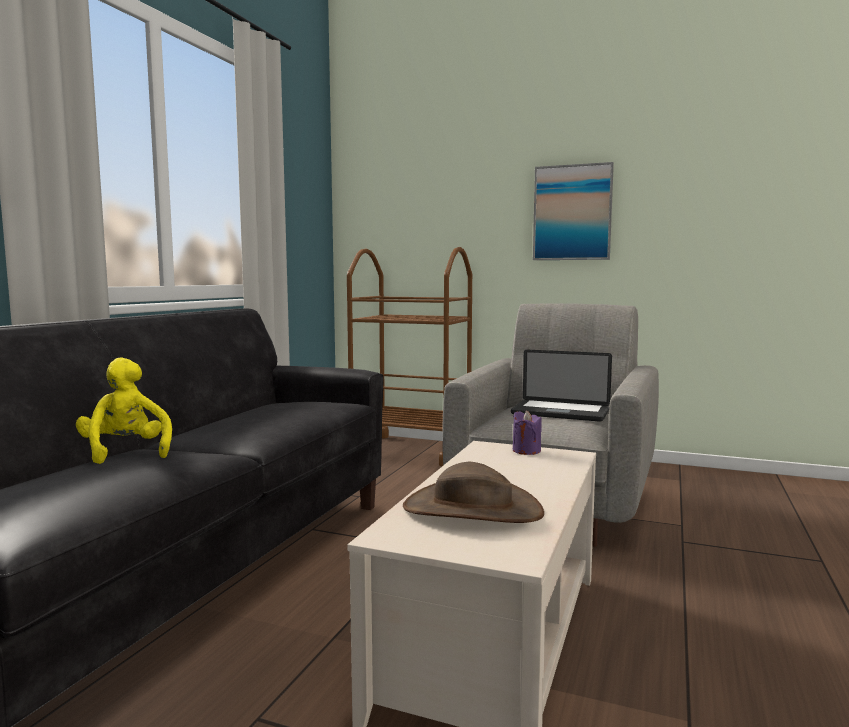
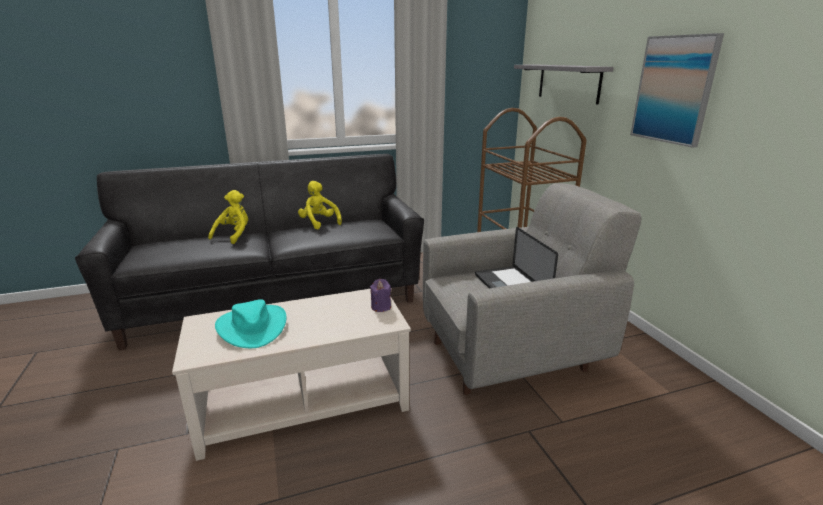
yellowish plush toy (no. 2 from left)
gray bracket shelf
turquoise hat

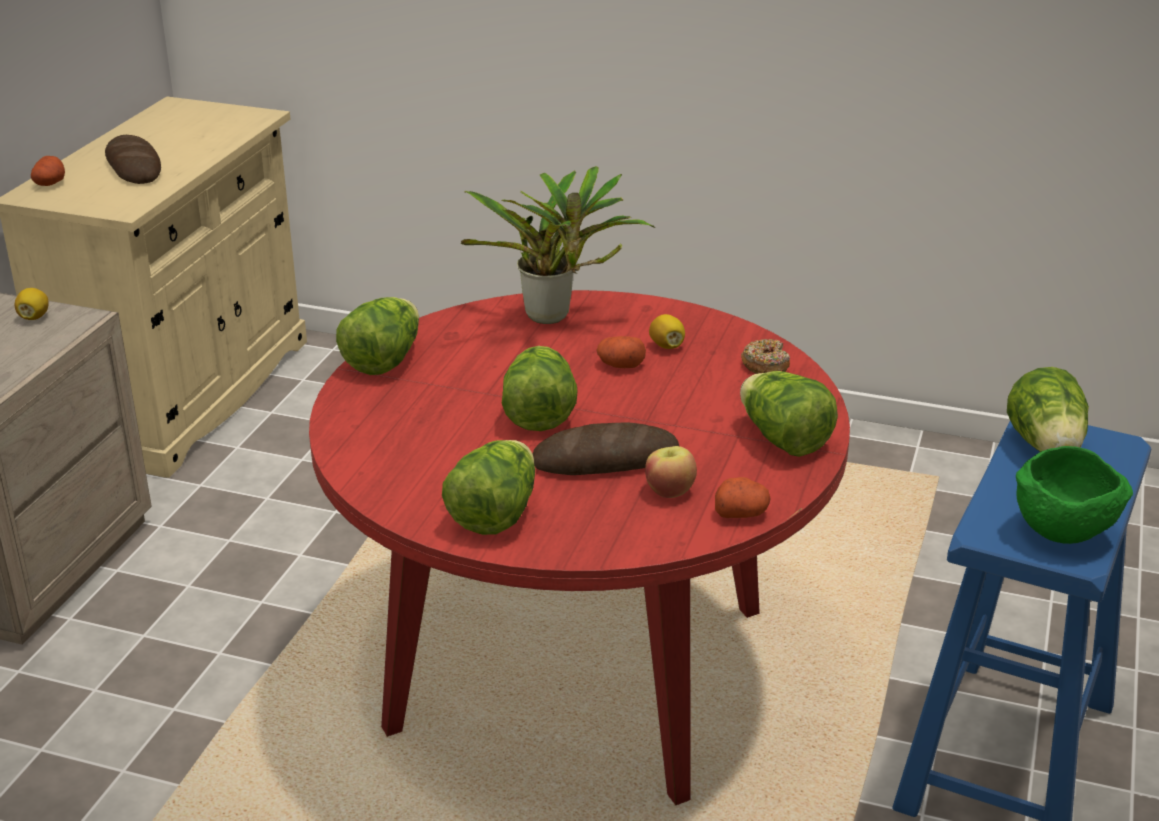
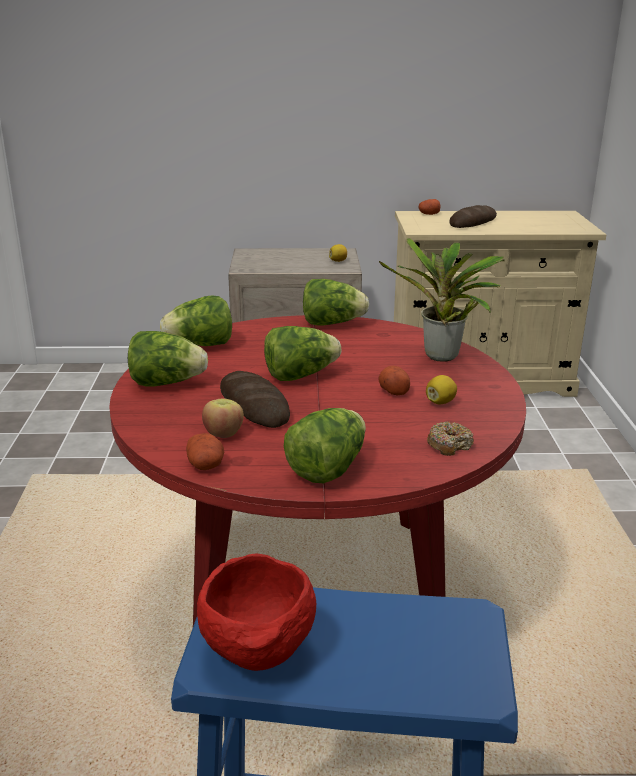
lettuce (no. 2 from left)
red bowl

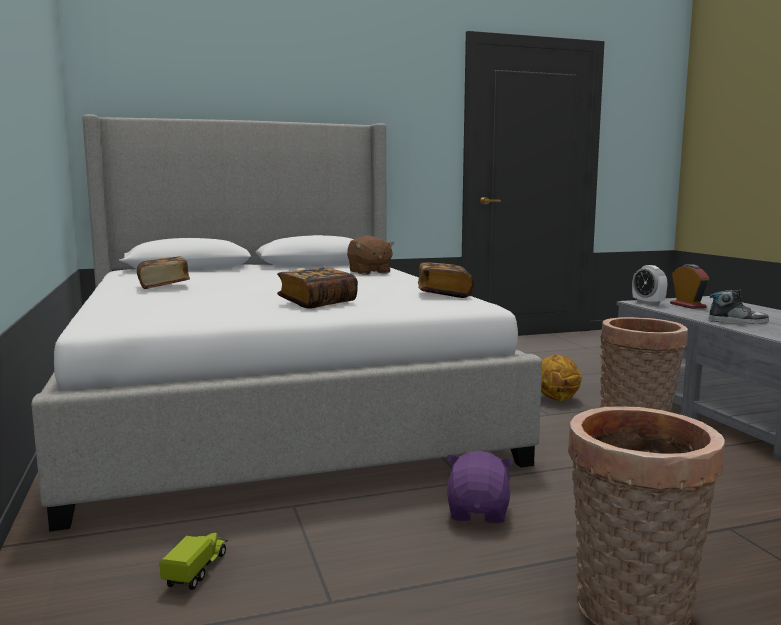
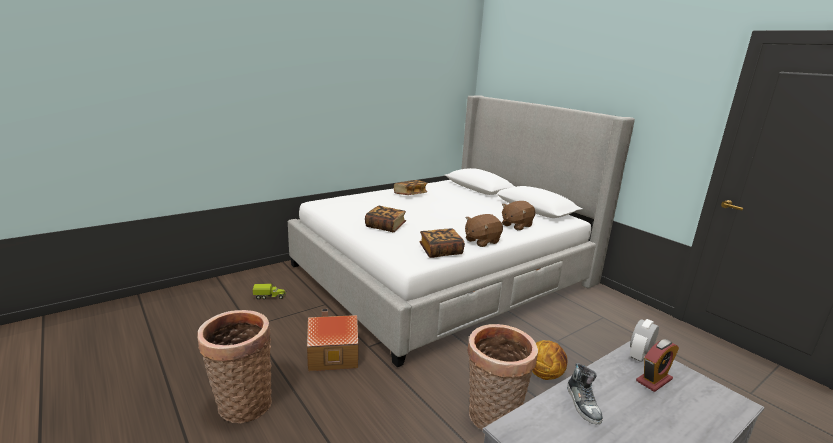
brown-coloured plush toy (no. 1 from left)
miniature house

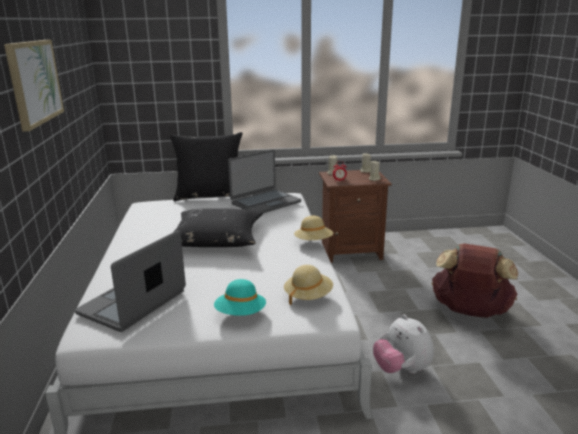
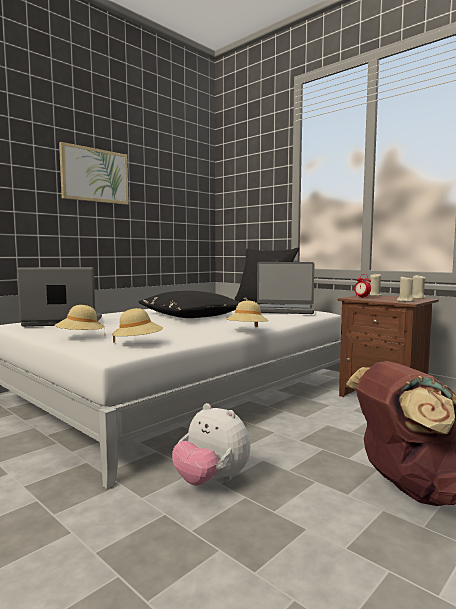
beige-coloured hat (no. 1 from left)
plush toy

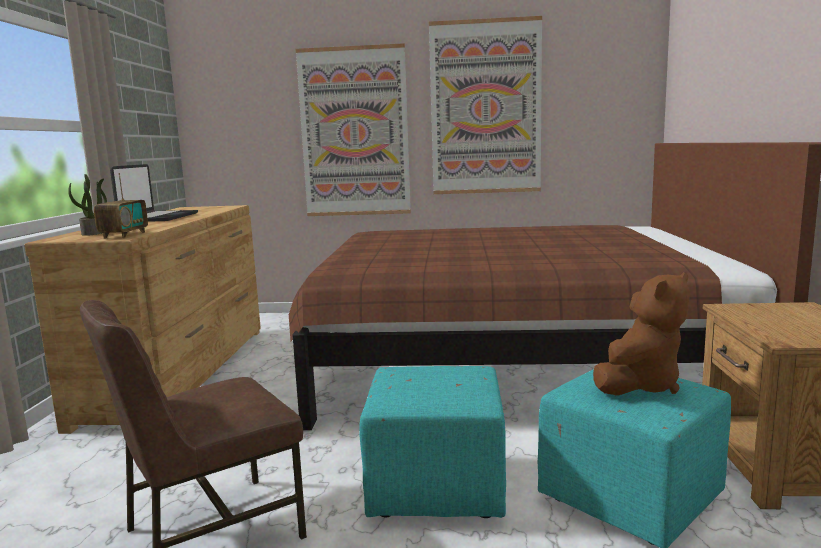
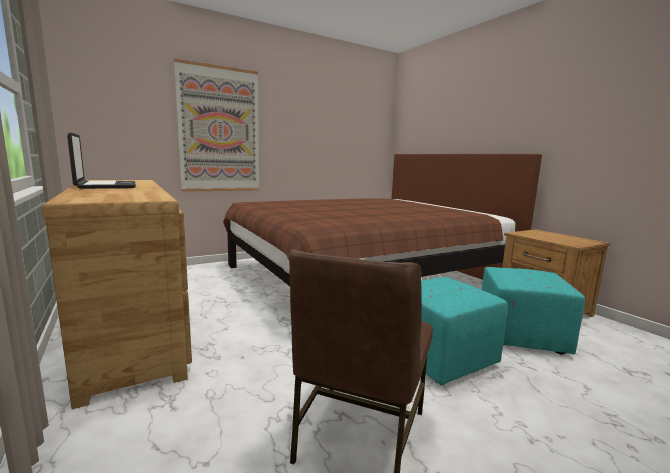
potted plant
radio
picture (no. 2 from left in the first image)
brown-coloured plush toy

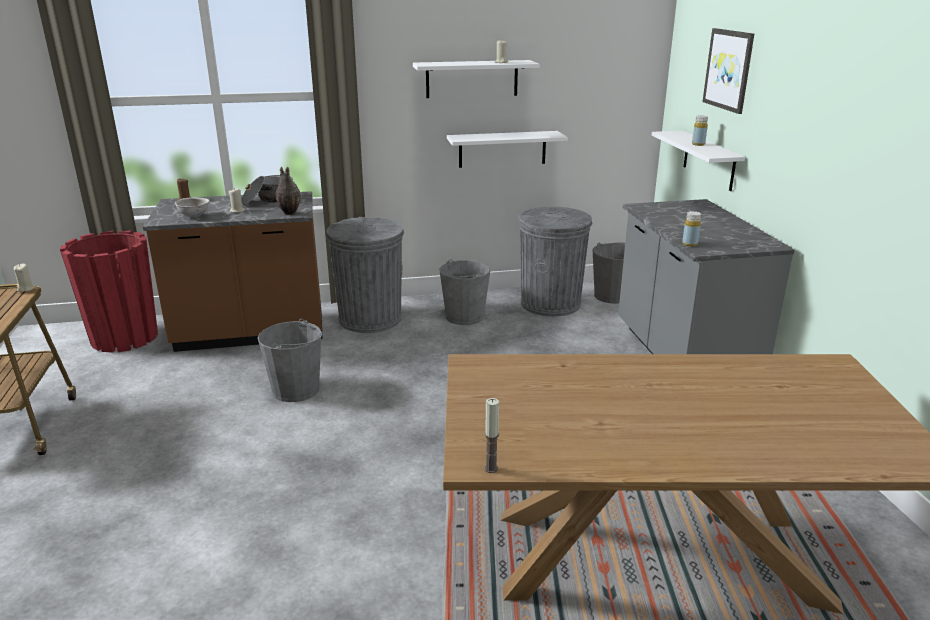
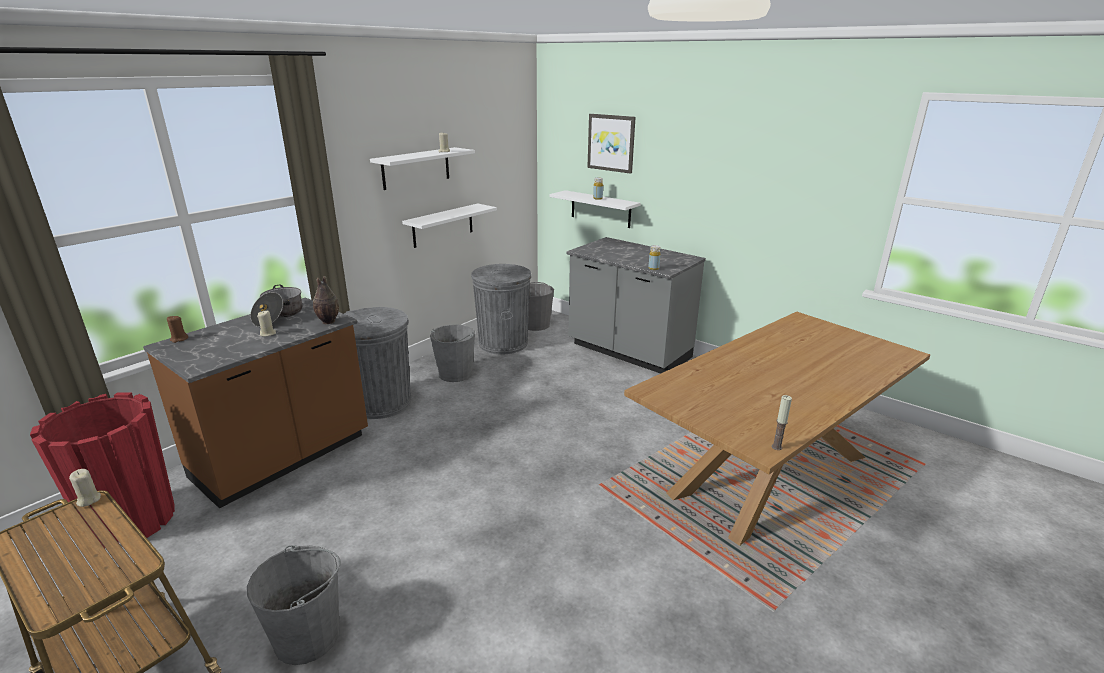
gray bowl
gray bucket (no. 1 from left)

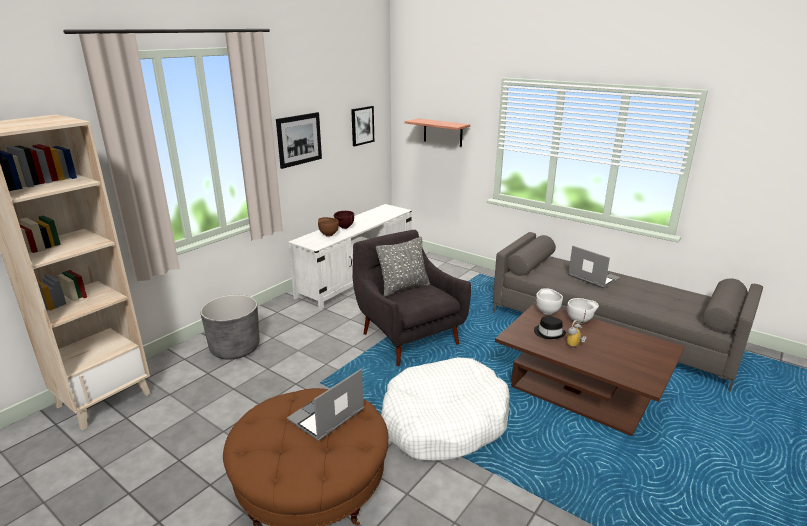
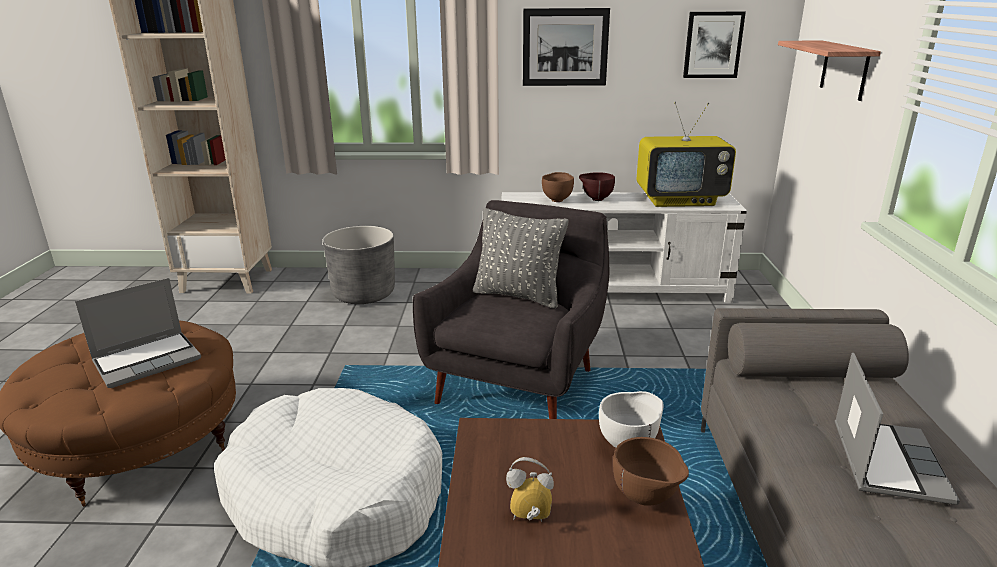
black hat
television
brown-coloured bowl (no. 3 from left)
laptop (no. 1 from left)

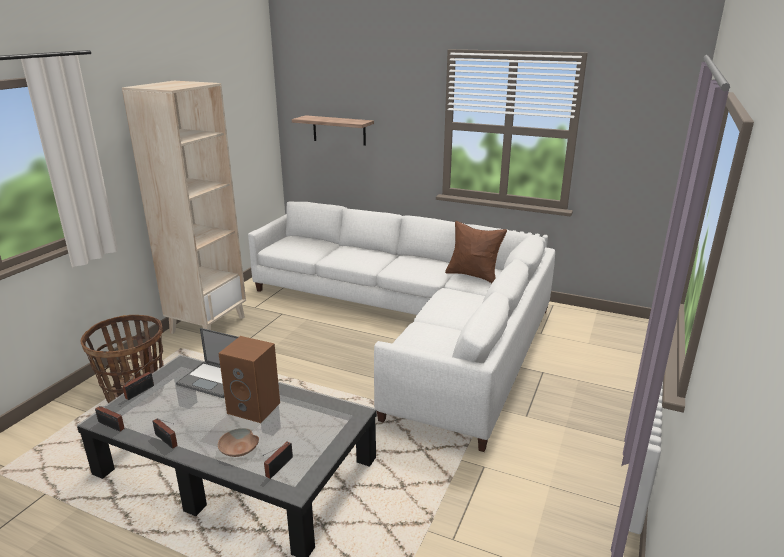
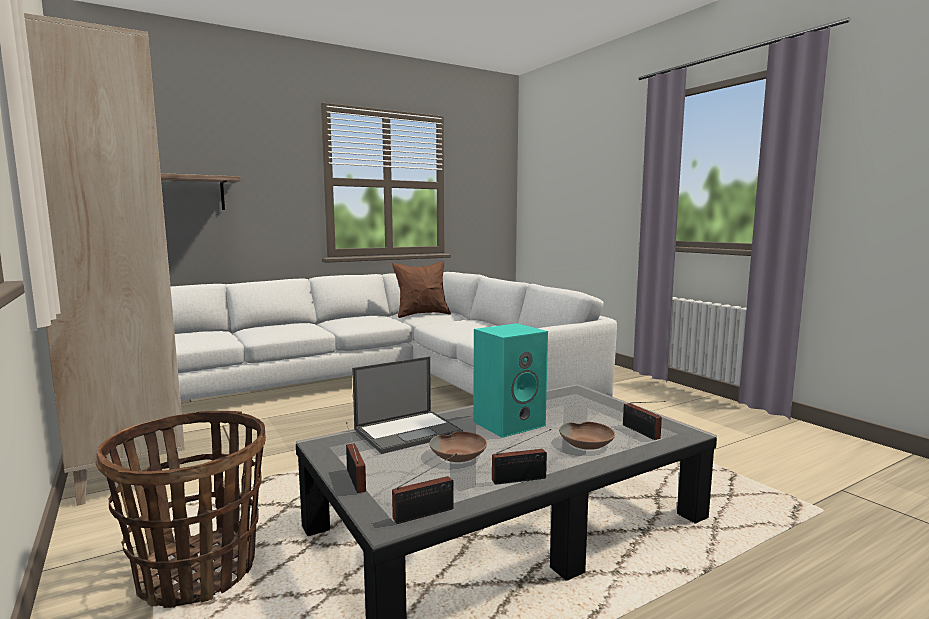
brown-coloured bowl (no. 1 from left)
turquoise speaker

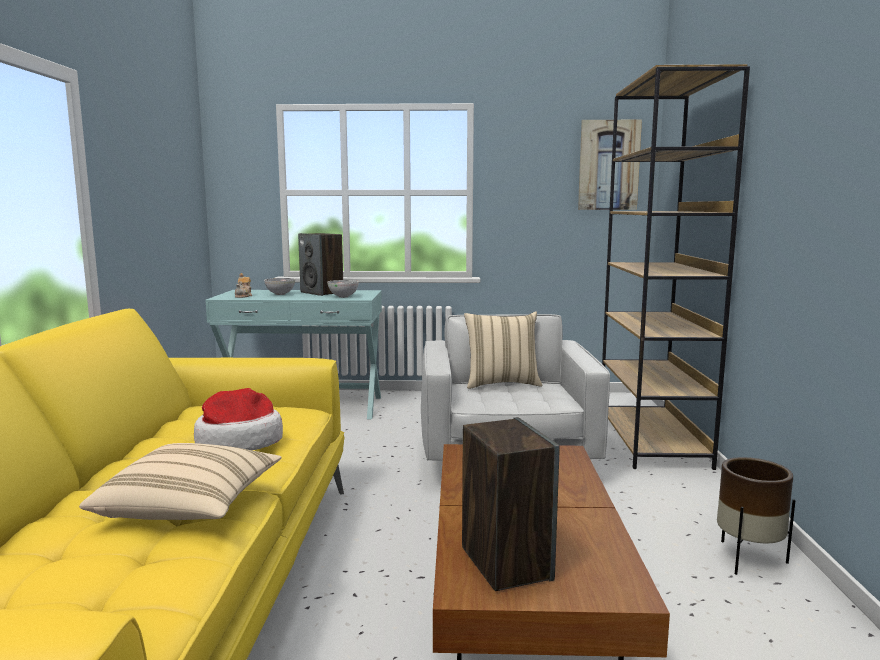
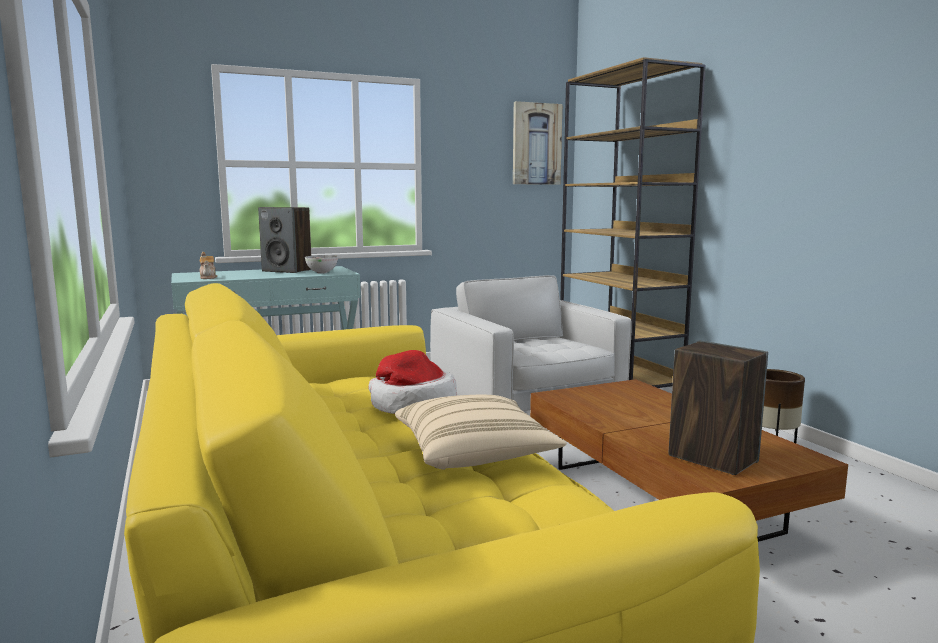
bowl (no. 1 from left in the first image)
beige-coloured throw pillow (no. 2 from left in the first image)

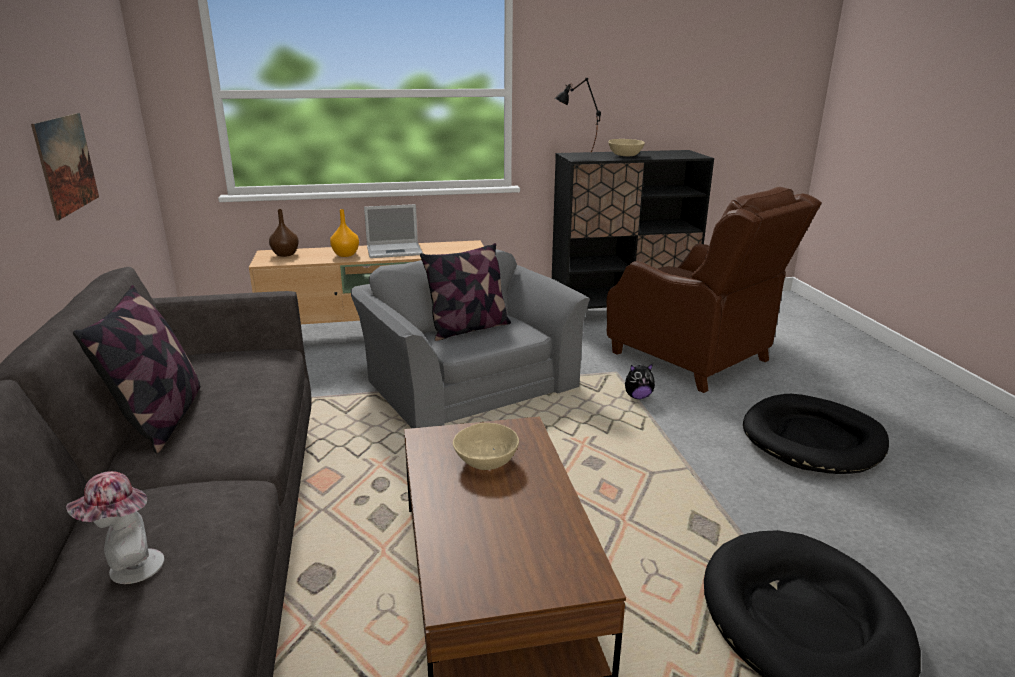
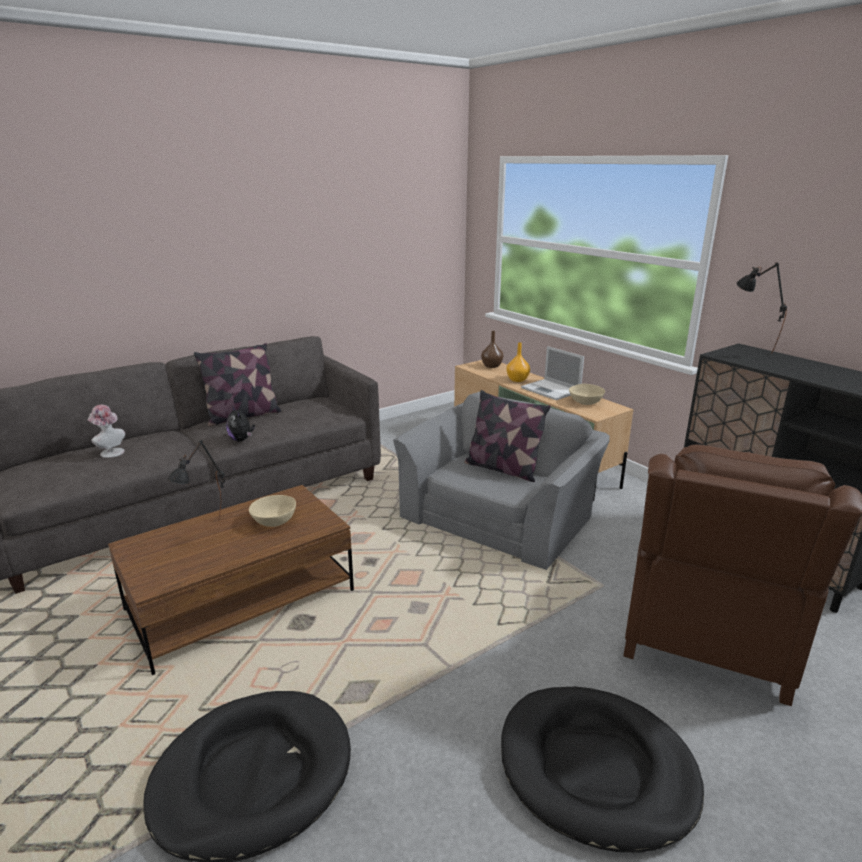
picture
black tabletop lamp (no. 1 from left)
beige-coloured bowl (no. 2 from left)
plush toy

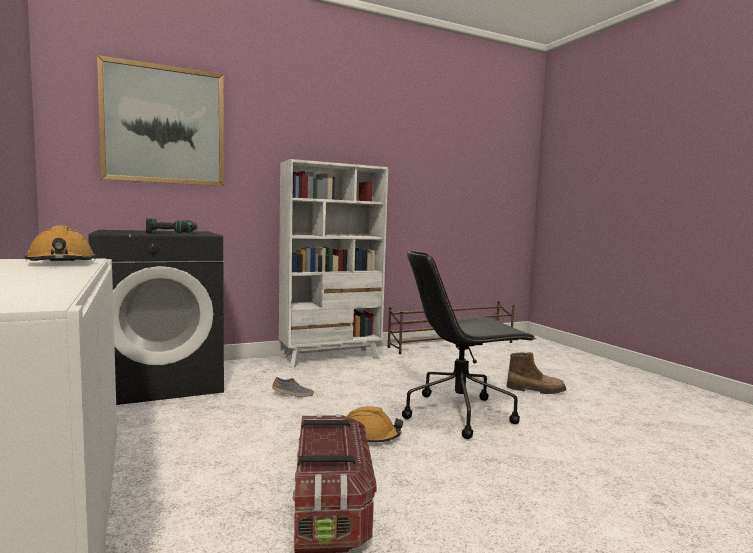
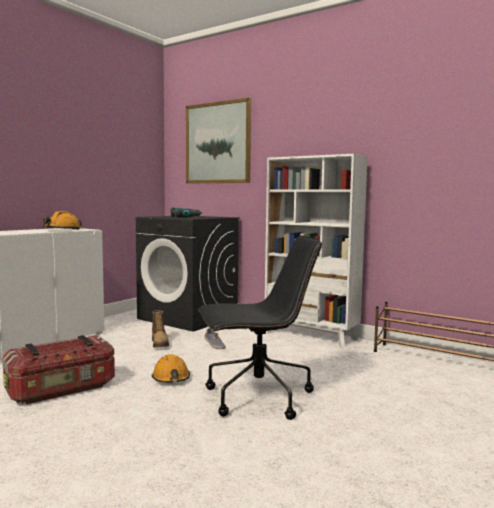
high-top boot
black computer chair

